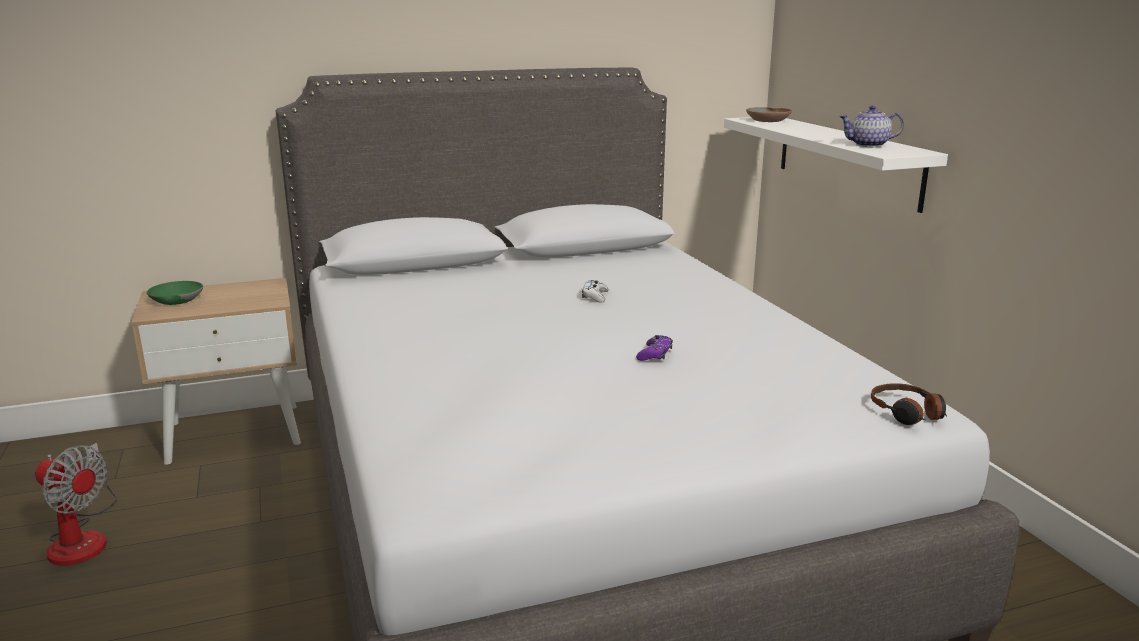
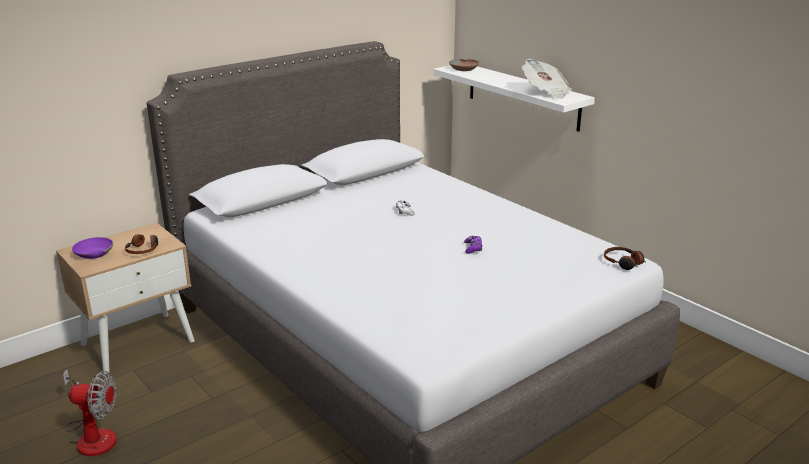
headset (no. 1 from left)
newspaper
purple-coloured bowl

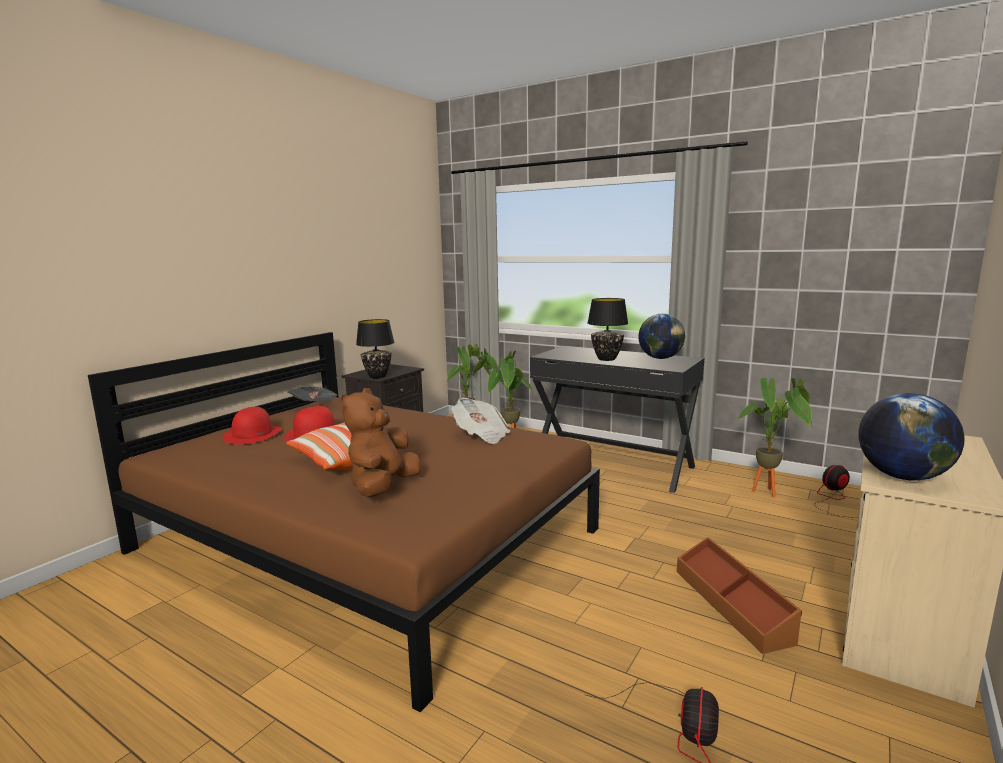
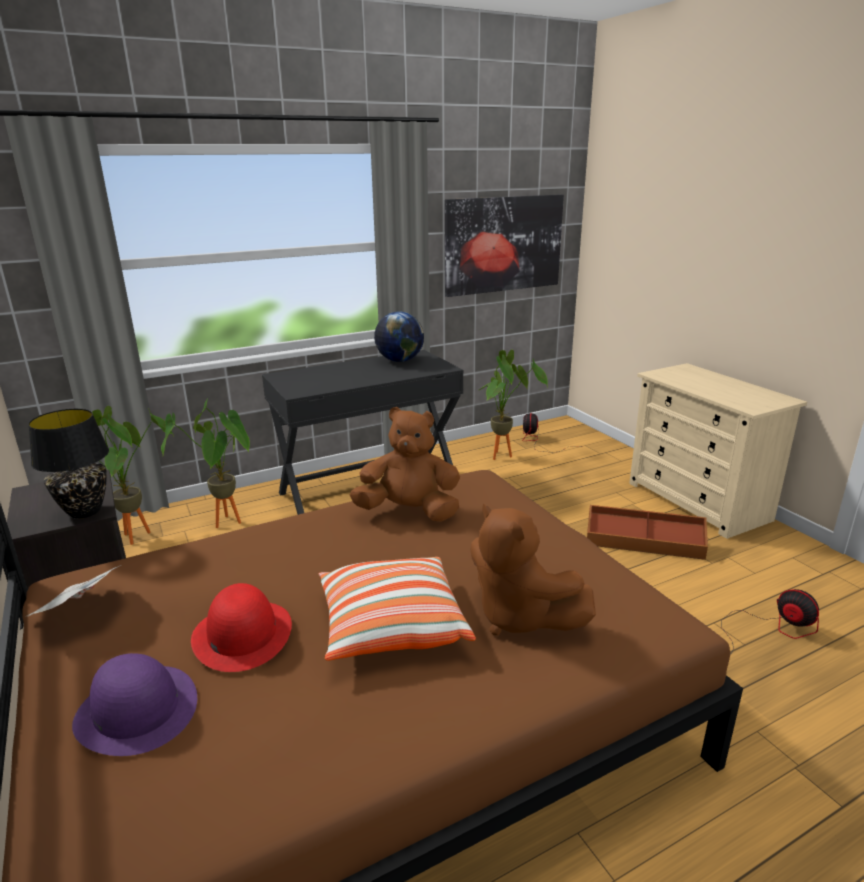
black tabletop lamp (no. 2 from left in the first image)
desk globe (no. 2 from left in the first image)
picture
brown-coloured plush toy (no. 1 from left)
purple-coloured hat

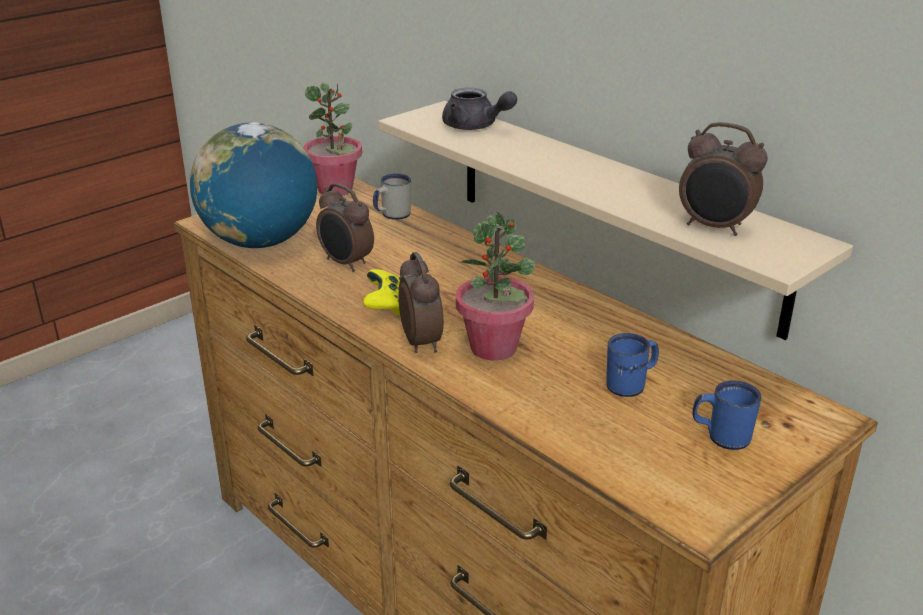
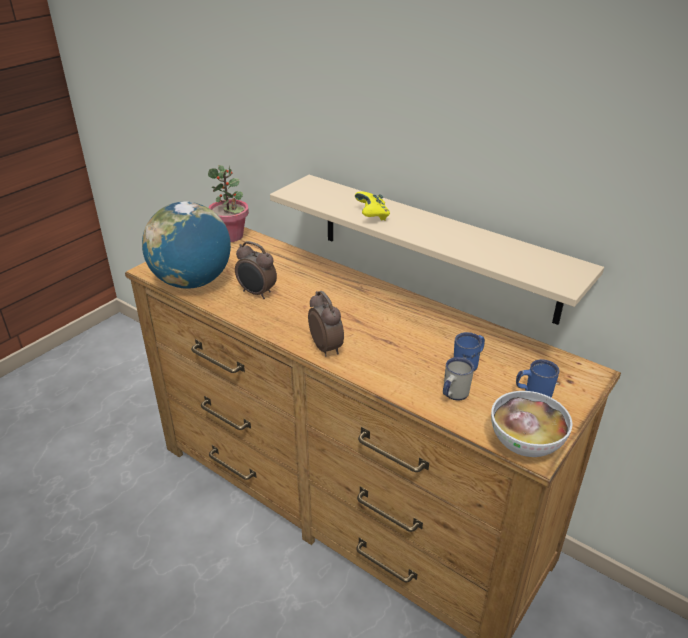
gray tea pot
potted plant (no. 2 from left in the first image)
table clock (no. 3 from left in the first image)
bowl
yellowish joypad
whitish tea mug

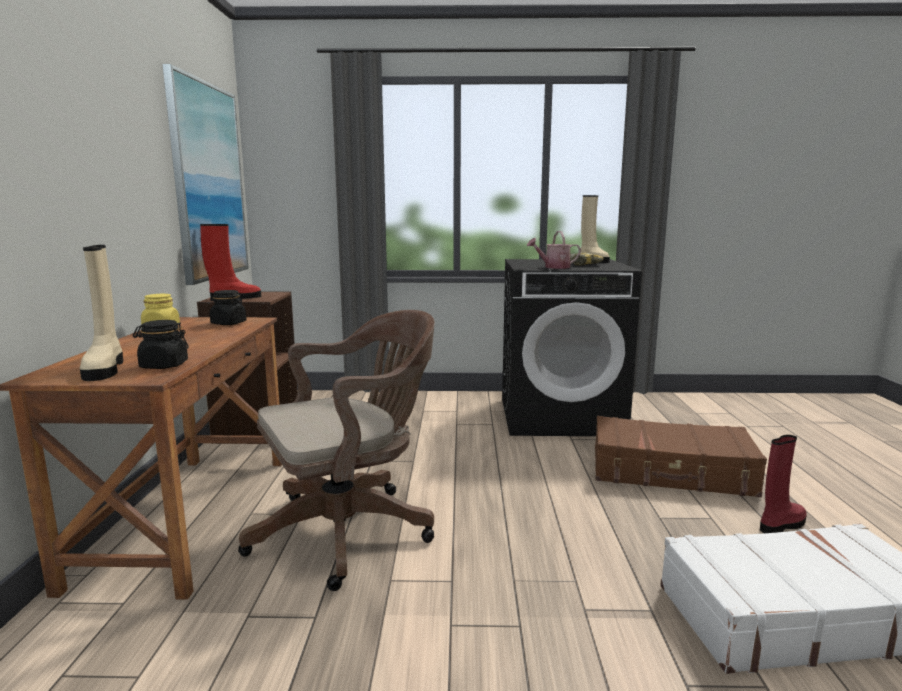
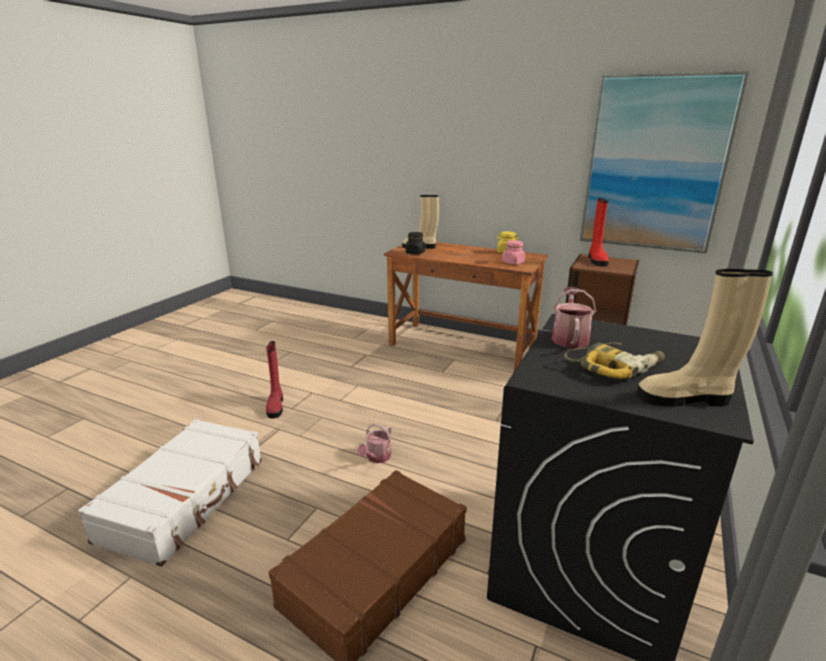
brown-coloured computer chair
sprinkling can (no. 1 from left)
red high-top boot (no. 1 from left)
pinkish jar

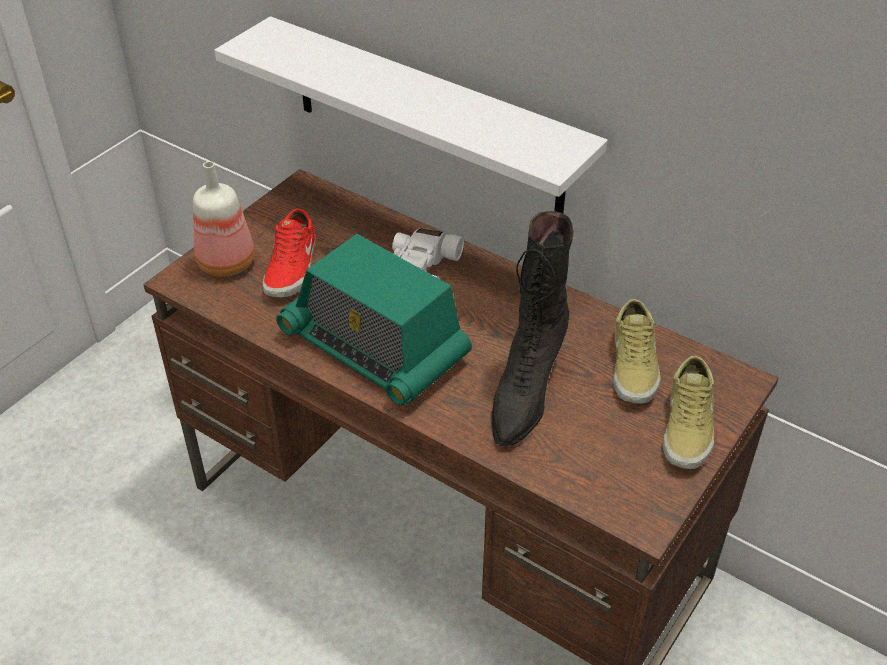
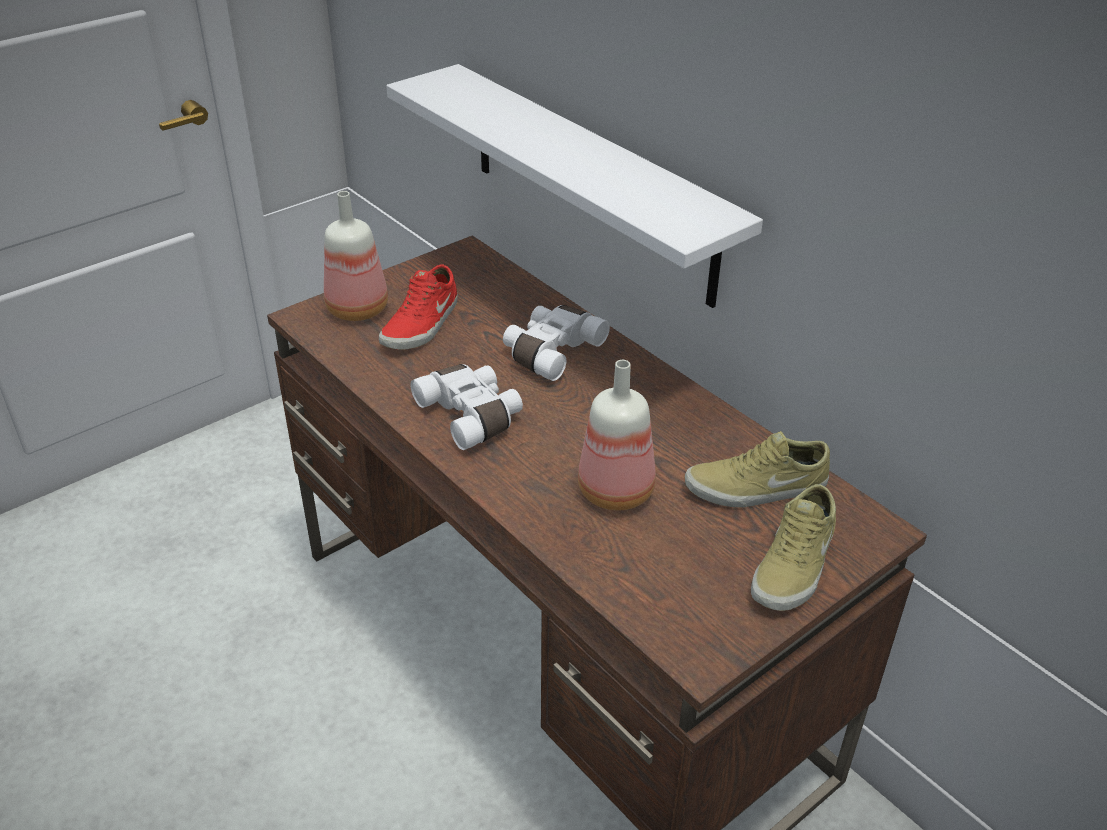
whitish pair of binoculars (no. 1 from left)
beverage bottle (no. 2 from left)
beige-coloured item of footwear (no. 1 from left)

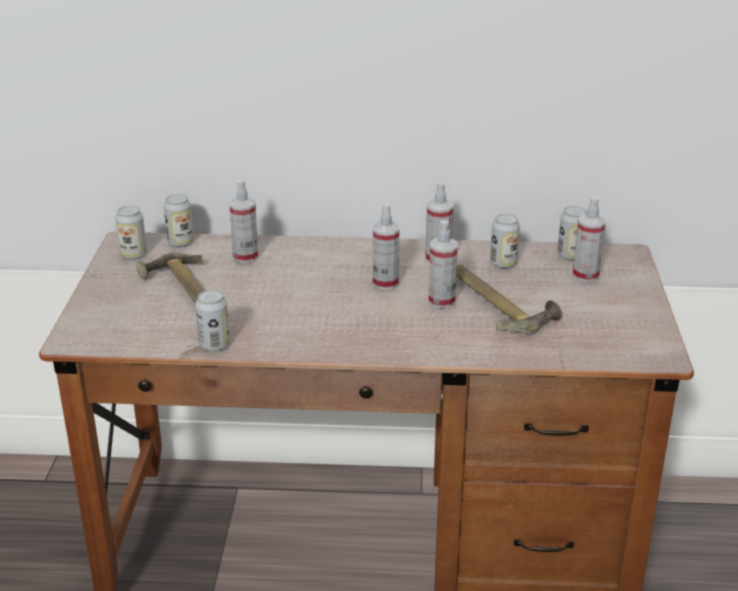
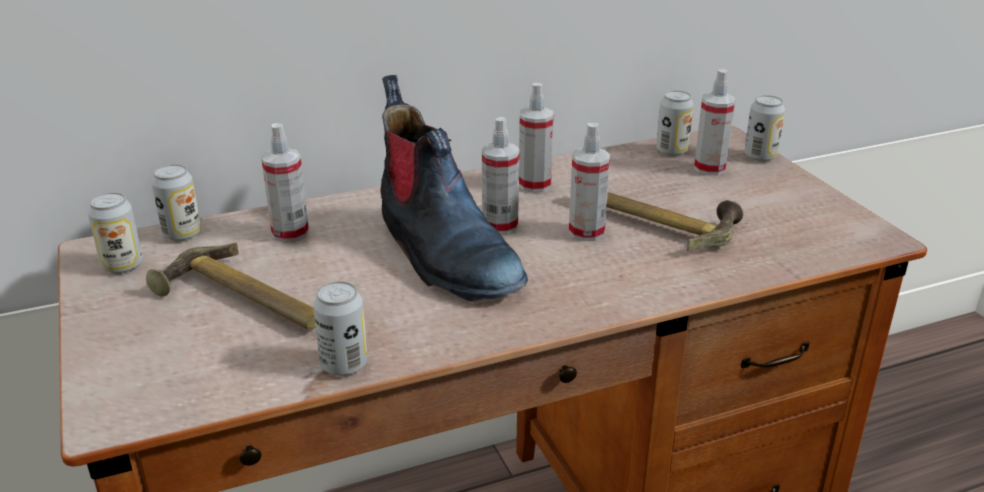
high-top boot
can (no. 5 from left)

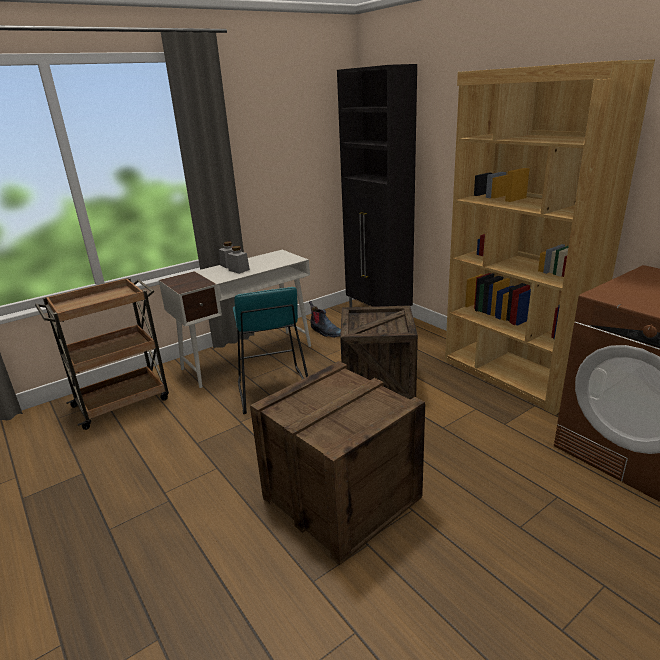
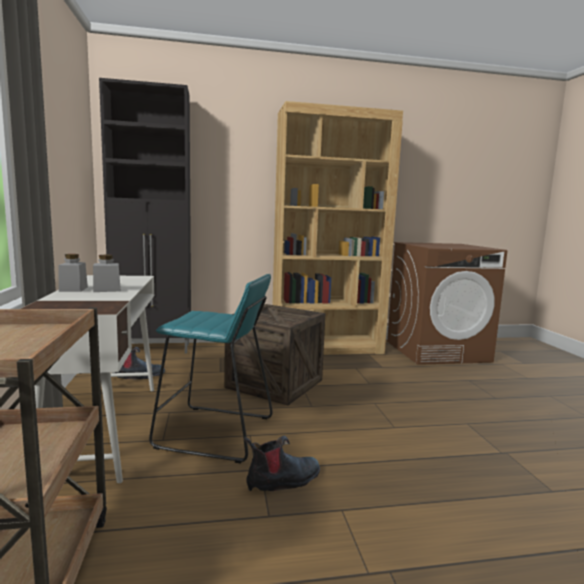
crate (no. 1 from left in the first image)
high-top boot (no. 2 from left)

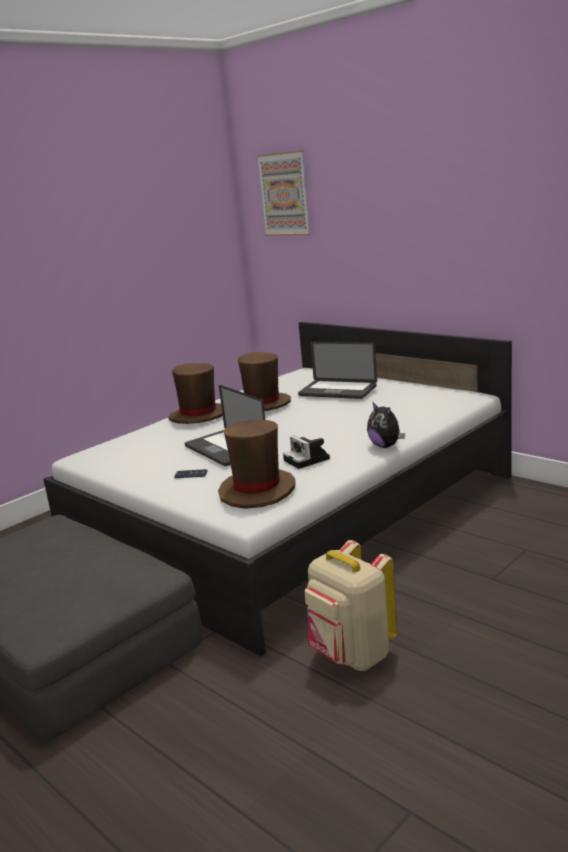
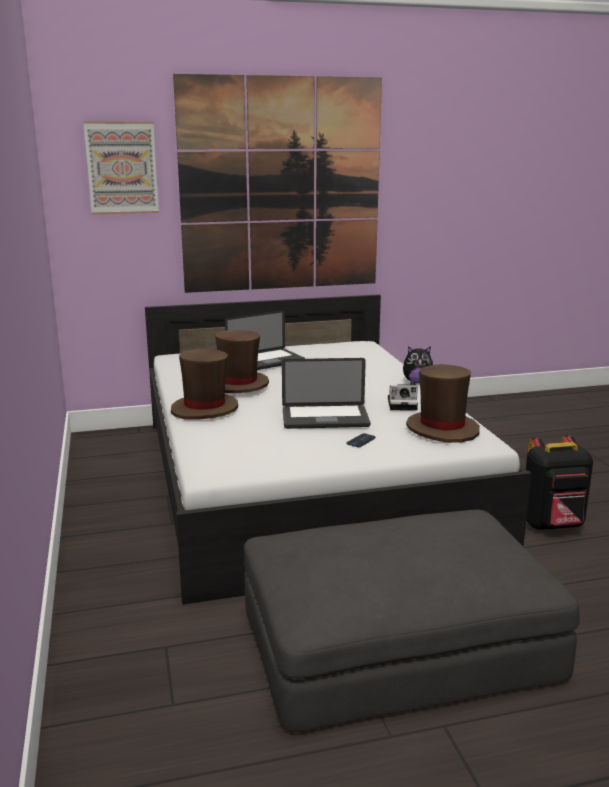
picture (no. 2 from left)
black backpack

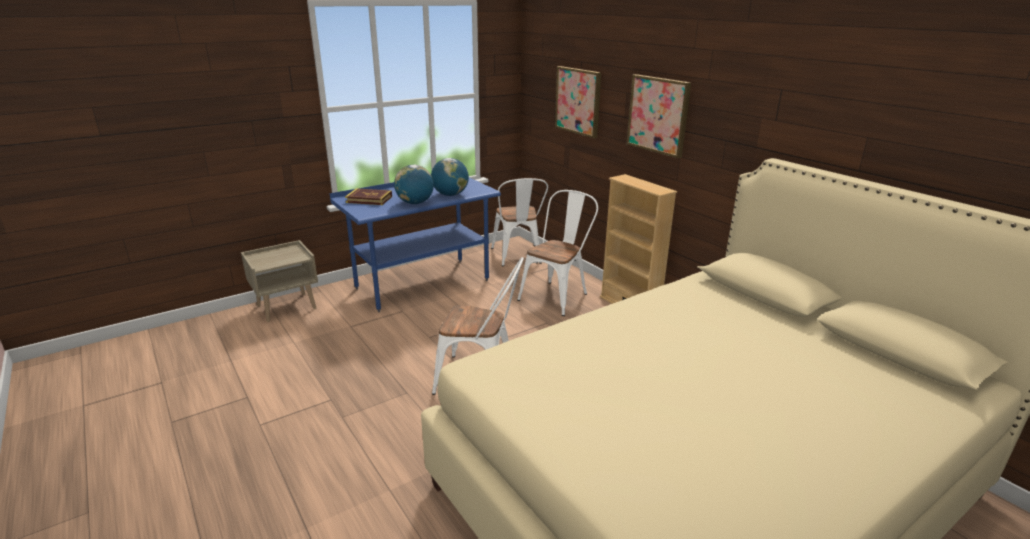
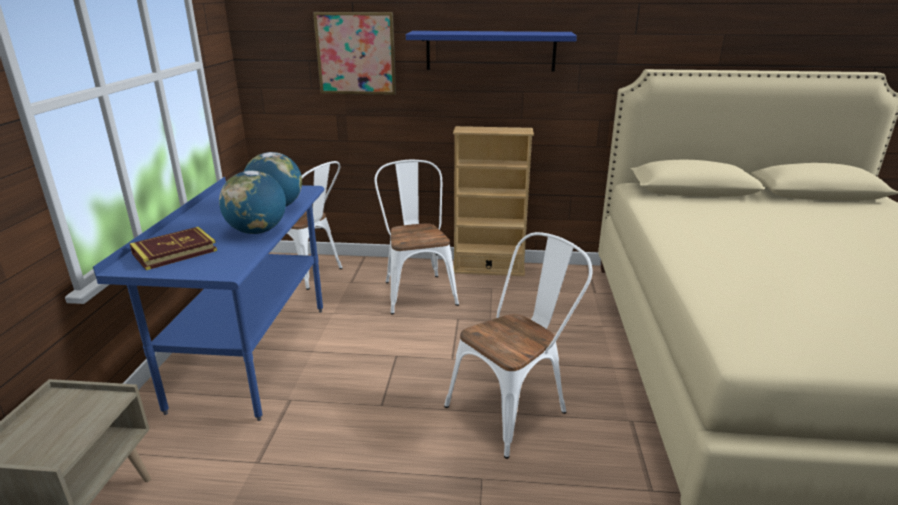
bluish bracket shelf

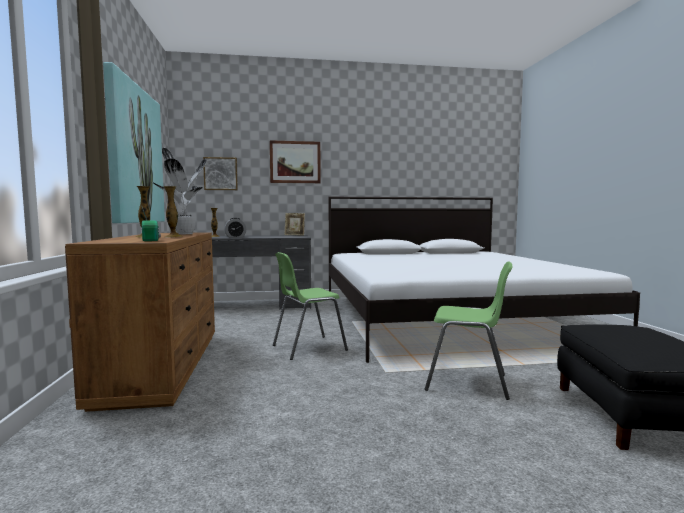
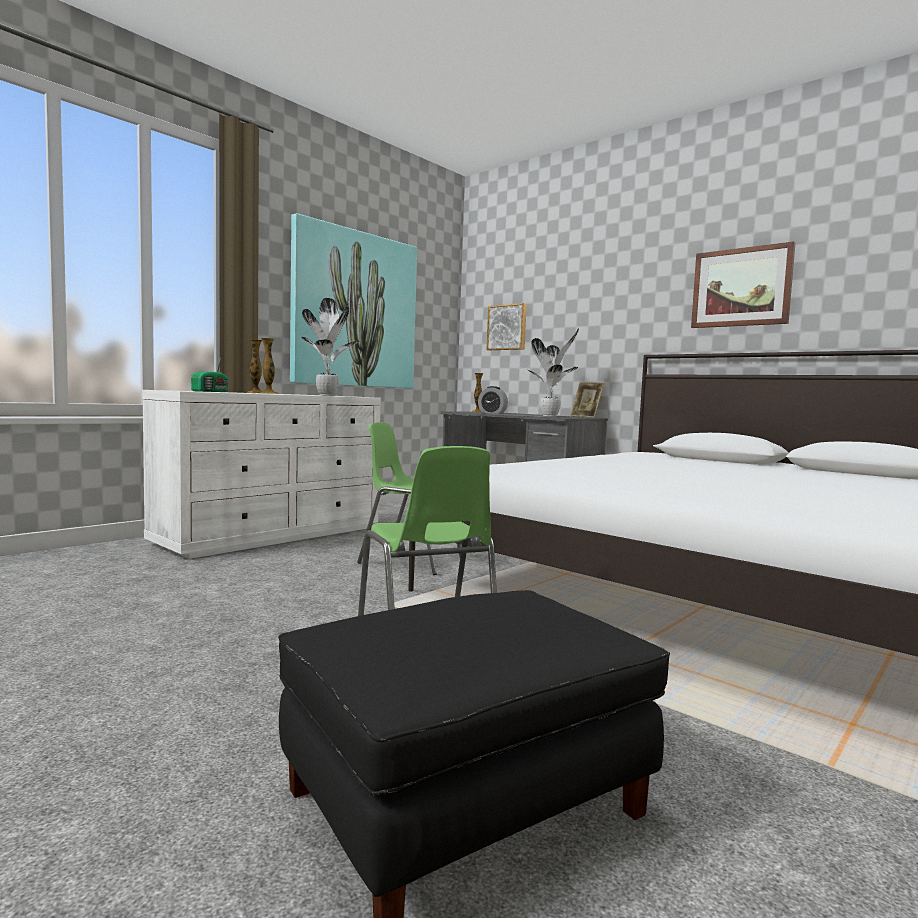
potted plant (no. 2 from left)
picture (no. 3 from left)
whitish dresser

